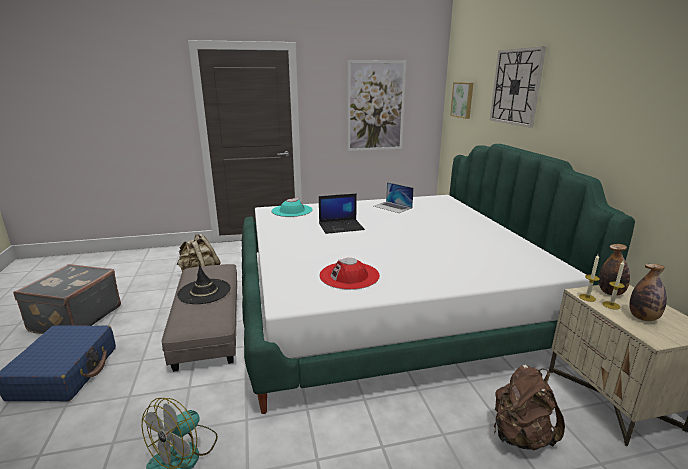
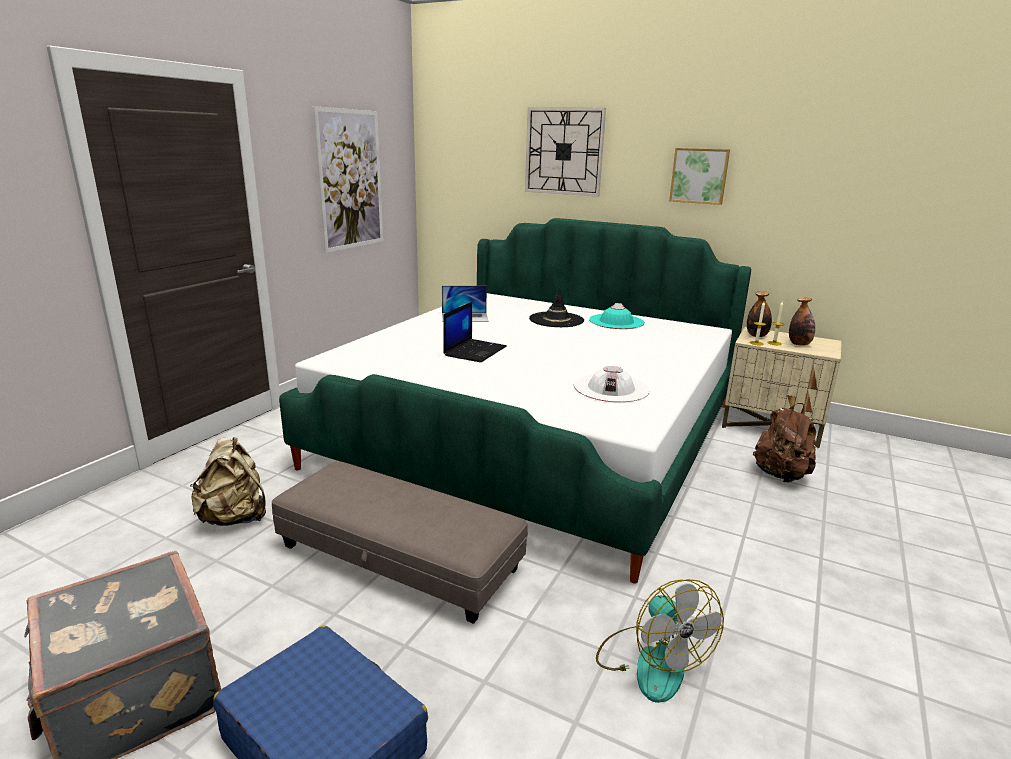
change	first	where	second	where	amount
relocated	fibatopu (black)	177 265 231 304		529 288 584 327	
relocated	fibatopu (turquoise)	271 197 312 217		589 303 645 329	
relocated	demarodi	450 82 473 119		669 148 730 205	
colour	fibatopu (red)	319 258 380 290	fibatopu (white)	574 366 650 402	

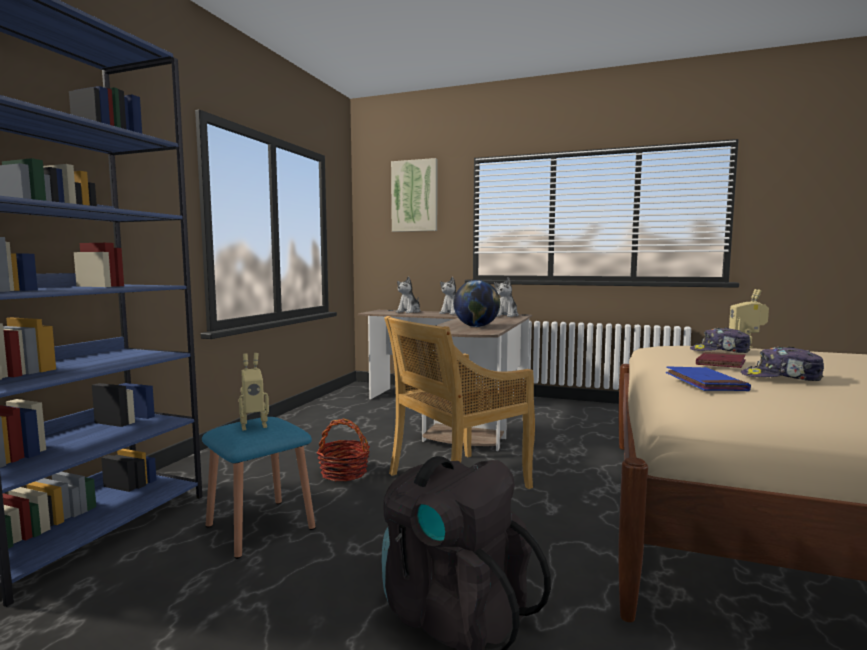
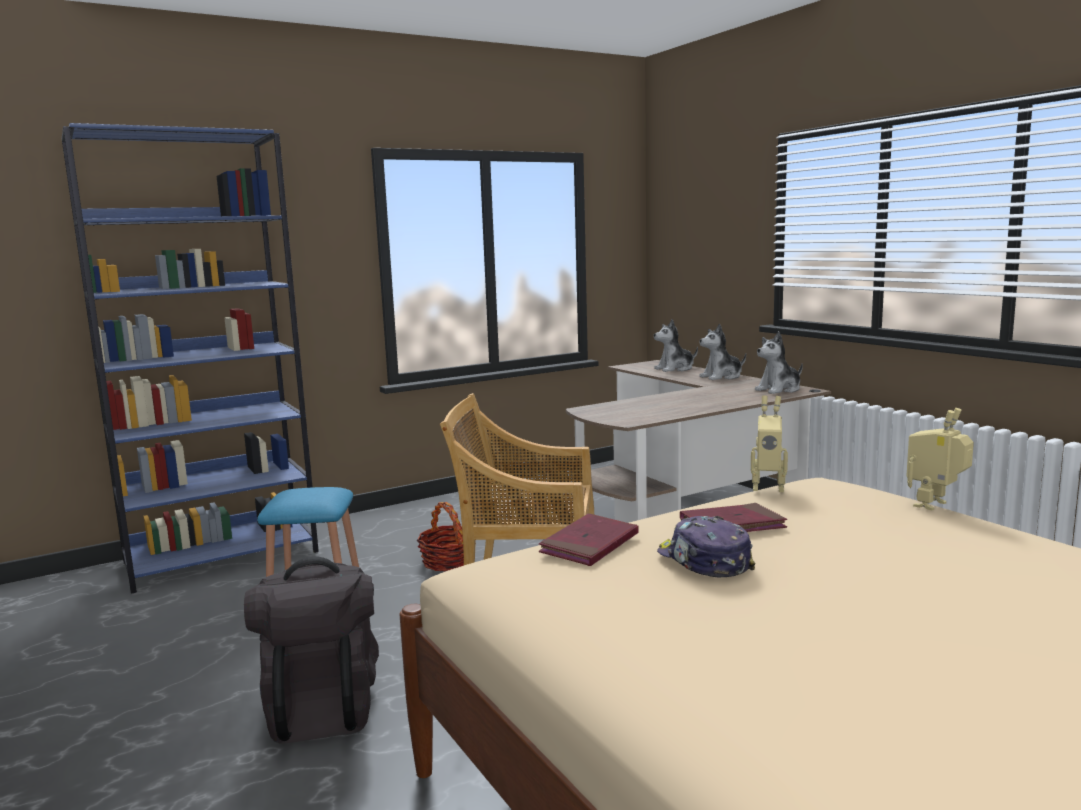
change	first	where	second	where	amount
missing	demarodi	391 158 437 232			
missing	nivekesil	454 280 500 327			
missing	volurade	690 328 751 353			
relocated	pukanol	239 353 269 431		751 396 788 492	
colour	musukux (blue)	666 366 751 391	musukux (red)	539 514 639 566	

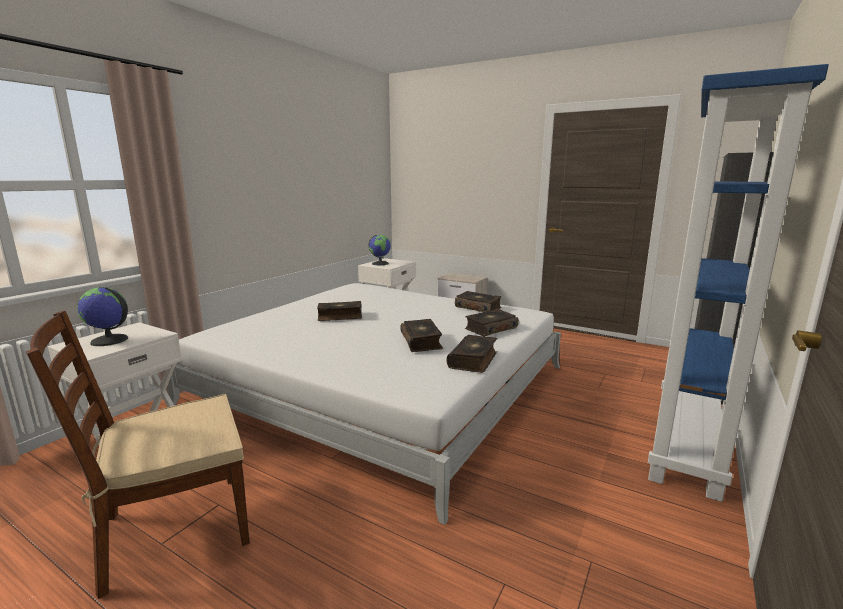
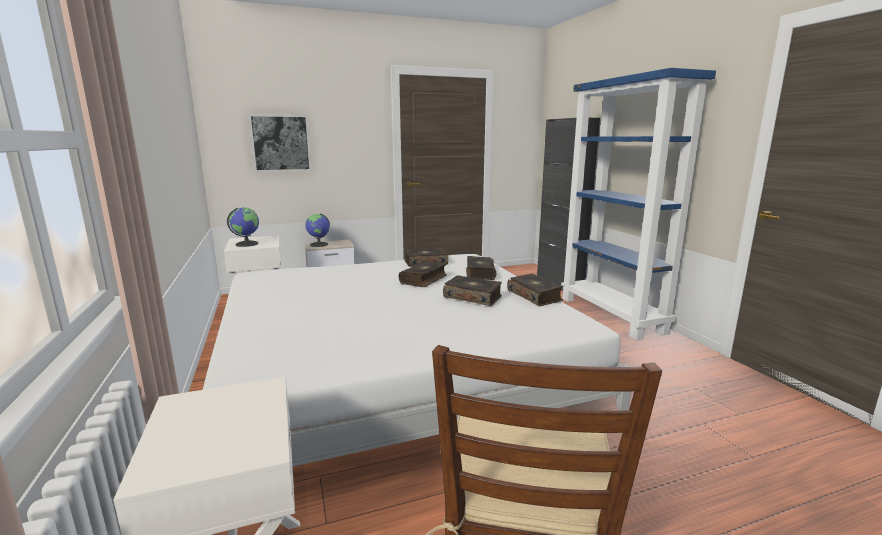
change	first	where	second	where	amount
appeared			demarodi	248 114 312 172	
relocated	nivekesil	77 287 128 346		305 214 330 247	
relocated	musukux	317 301 362 321		399 261 447 287	

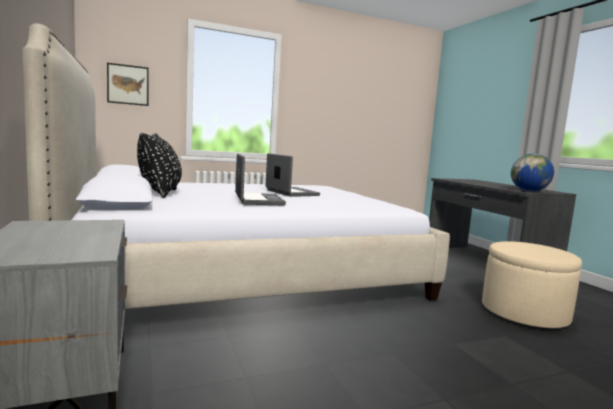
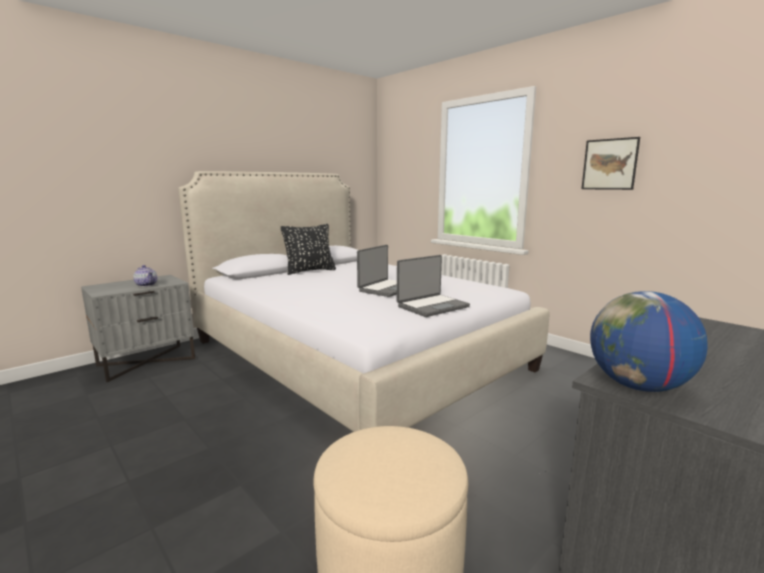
change	first	where	second	where	amount
appeared			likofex	133 265 157 287	
relocated	demarodi	107 63 149 106		582 137 640 190	
relocated	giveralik	235 154 286 205		397 255 470 317	

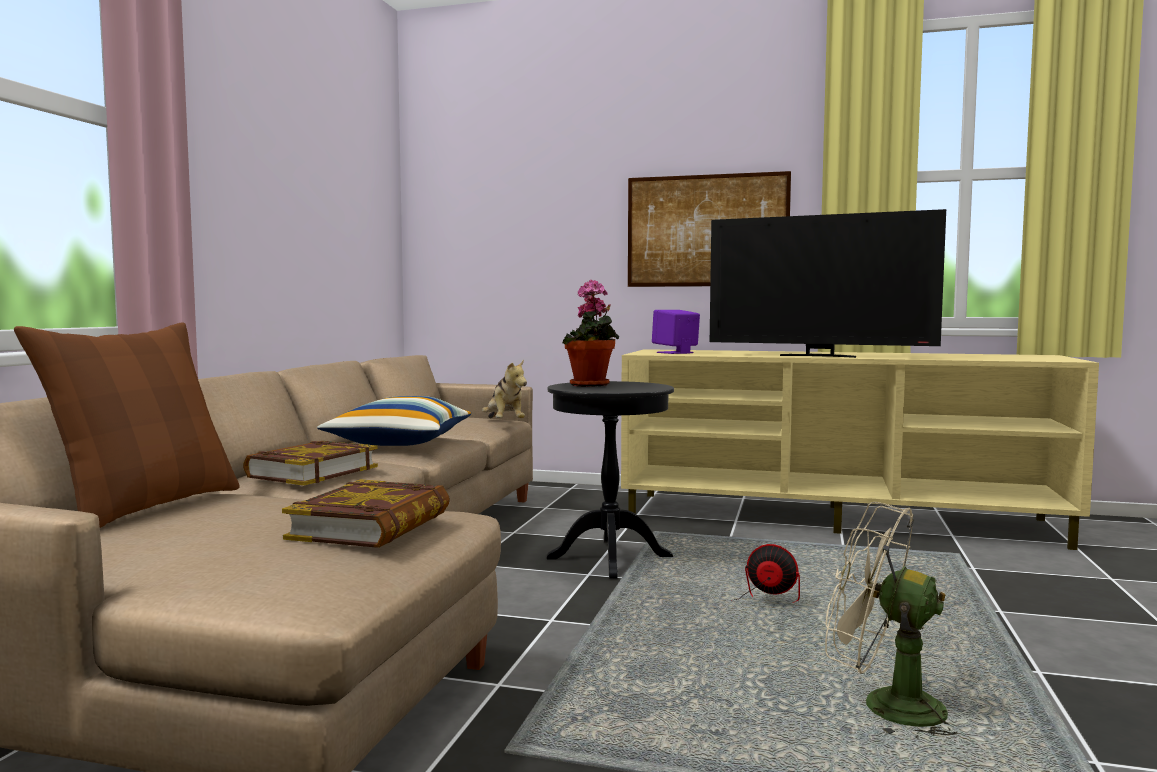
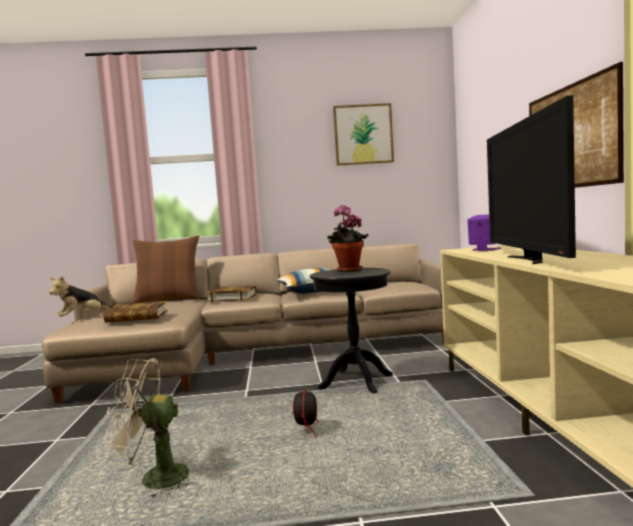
change	first	where	second	where	amount
appeared			demarodi	333 103 394 166	
relocated	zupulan	482 359 527 418		50 276 110 317	
spun	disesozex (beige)	825 502 957 740		105 358 193 499	105 degrees counterclockwise

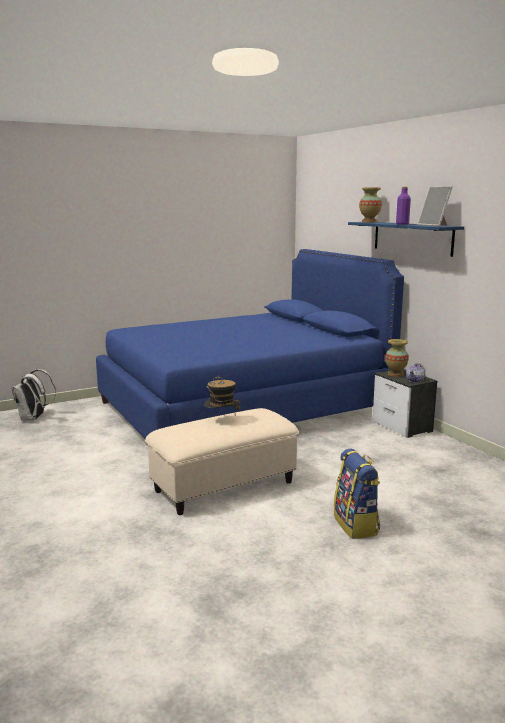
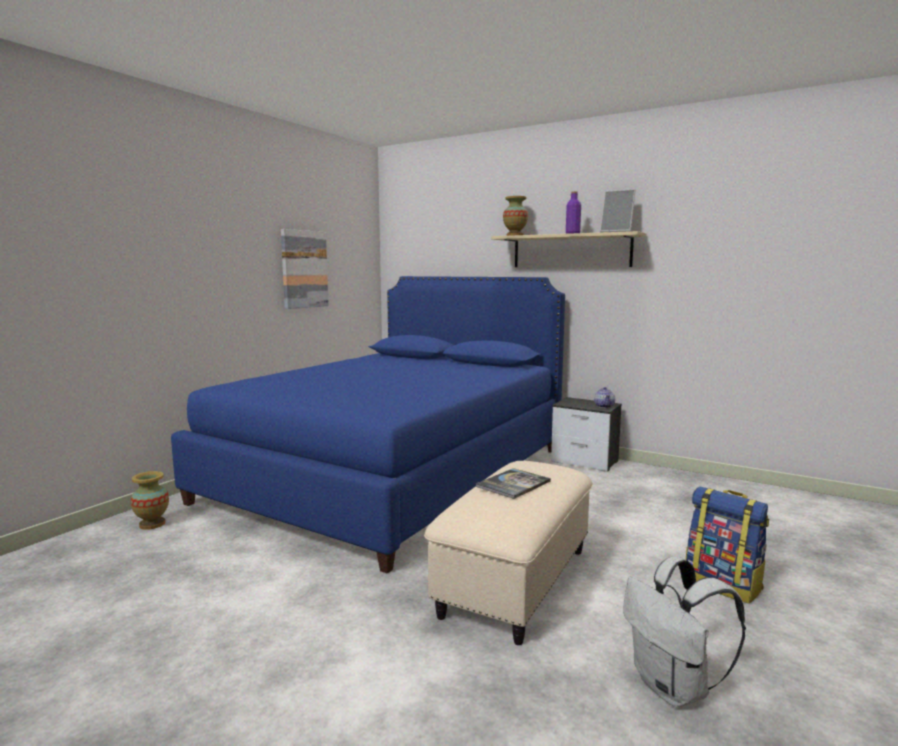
change	first	where	second	where	amount
appeared			demarodi	281 229 329 309	
relocated	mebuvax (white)	11 369 56 421		623 556 746 707	
relocated	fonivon	385 339 409 377		131 471 169 530	
exchanged	fibatopu	204 376 241 416	musukux	476 468 551 499	
colour	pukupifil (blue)	348 222 464 257	pukupifil (beige)	491 231 647 267	

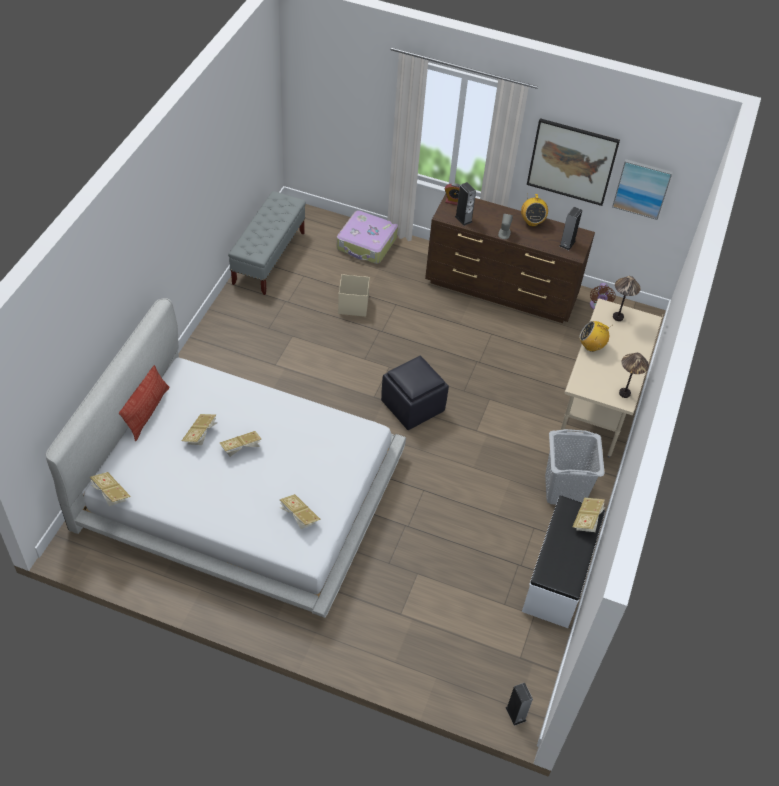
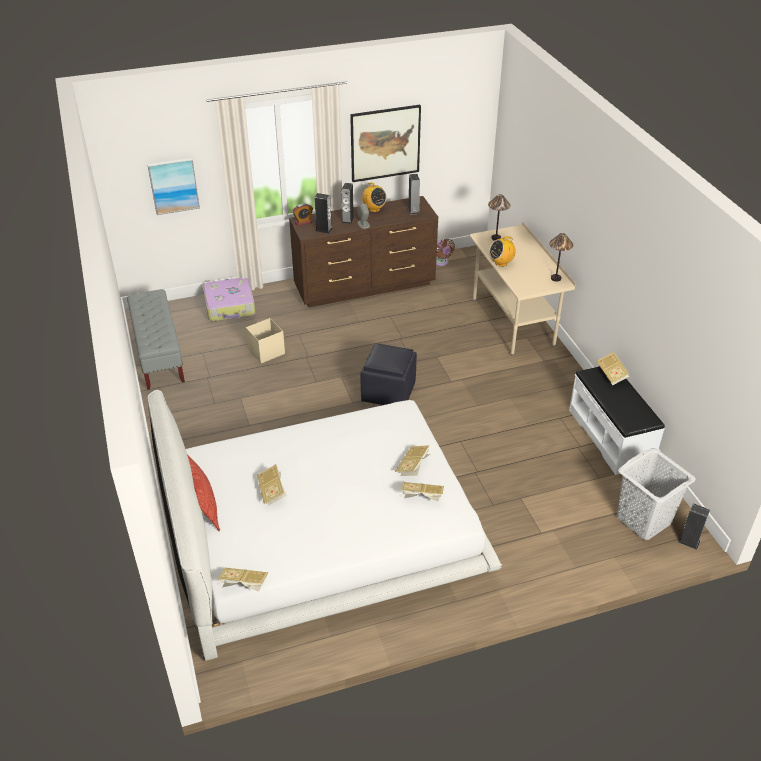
change	first	where	second	where	amount
appeared			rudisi	341 183 354 224	
relocated	musukux	220 431 261 457		395 445 430 476	
relocated	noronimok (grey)	545 429 605 505		617 448 696 540	
relocated	demarodi	612 159 673 220		147 158 200 215	

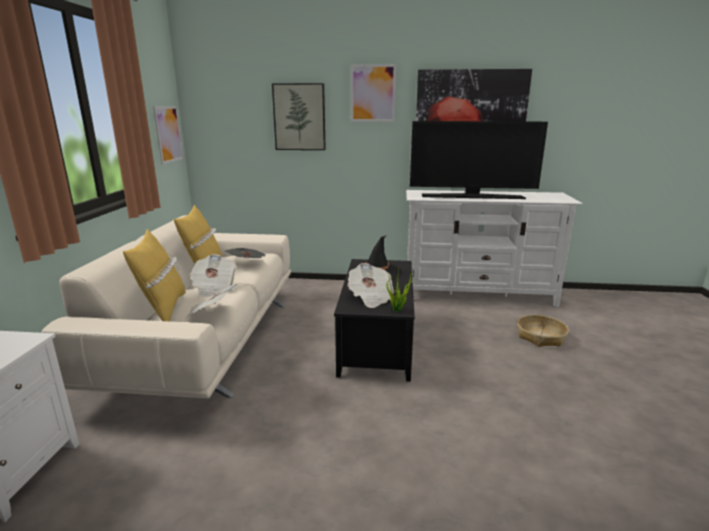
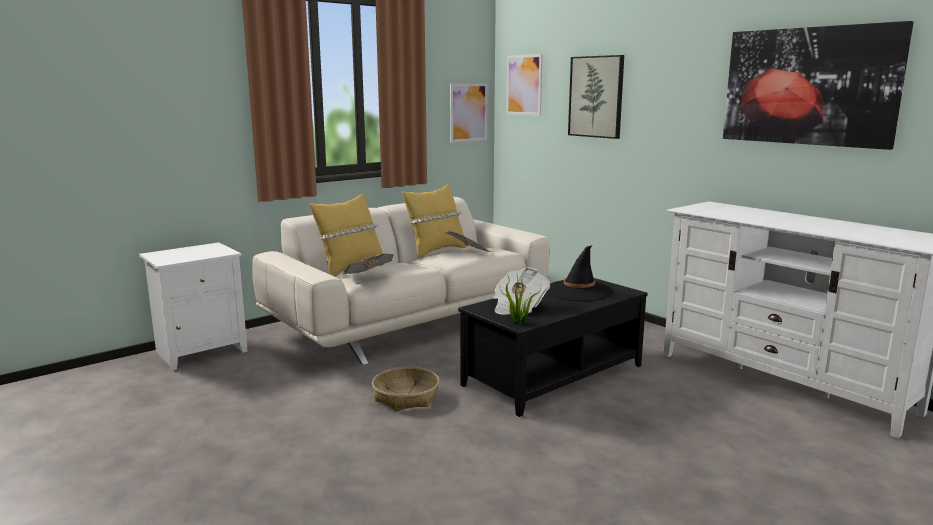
change	first	where	second	where	amount
missing	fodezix	189 254 237 297			
missing	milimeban	410 121 548 199			
relocated	demarodi	351 64 396 122		506 54 543 116	
relocated	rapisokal	517 315 569 347		372 367 439 411	

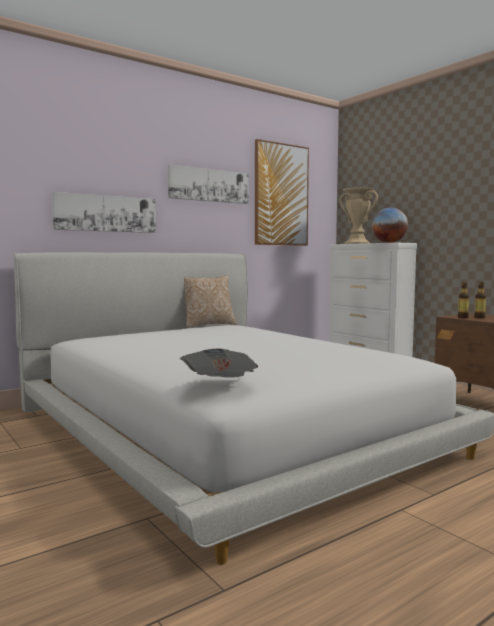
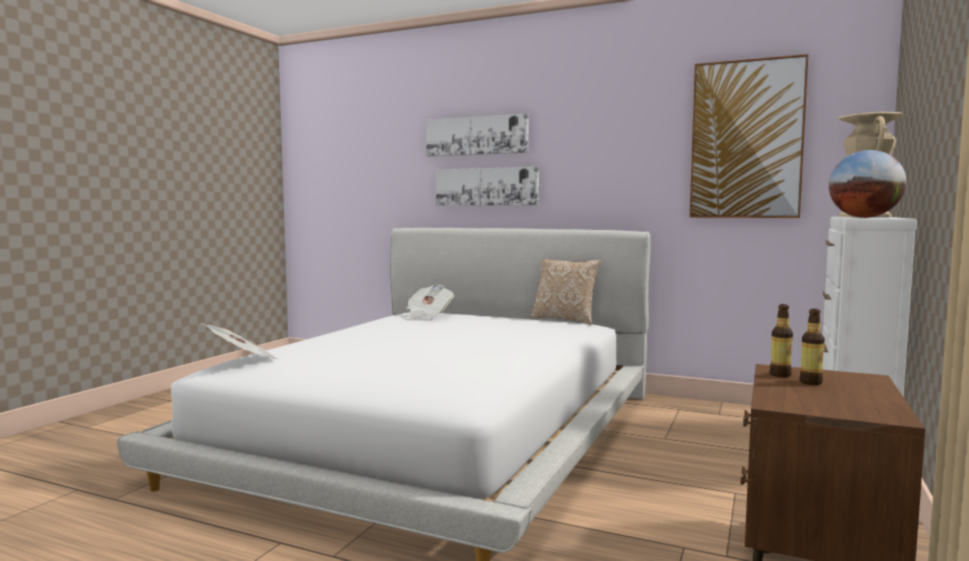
change	first	where	second	where	amount
appeared			fodezix	406 285 454 320	
relocated	demarodi	168 164 249 204		426 113 529 156	

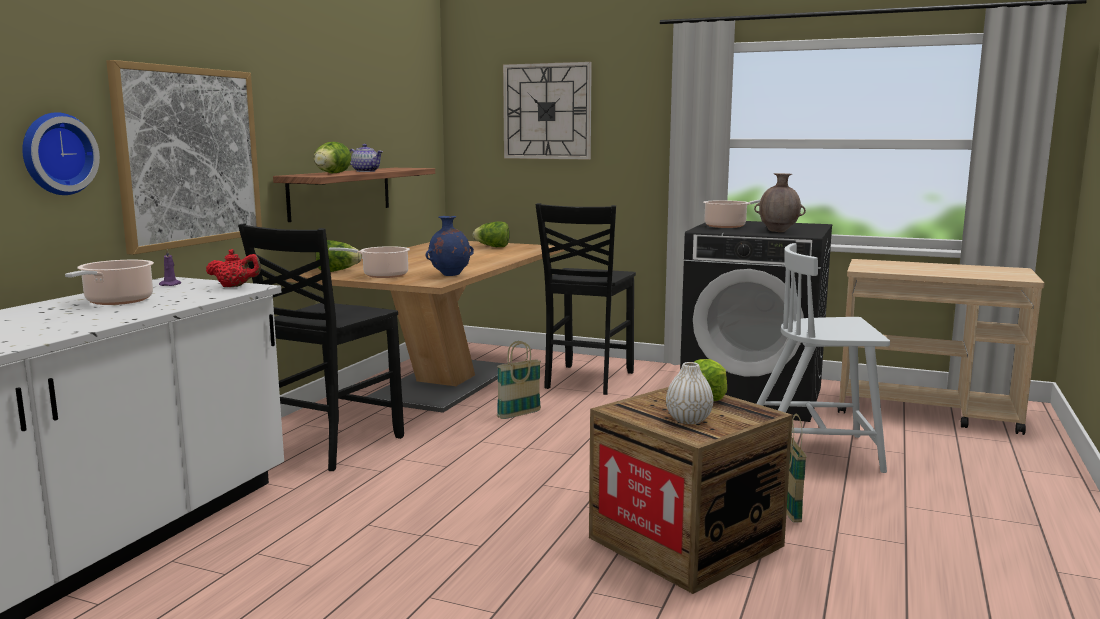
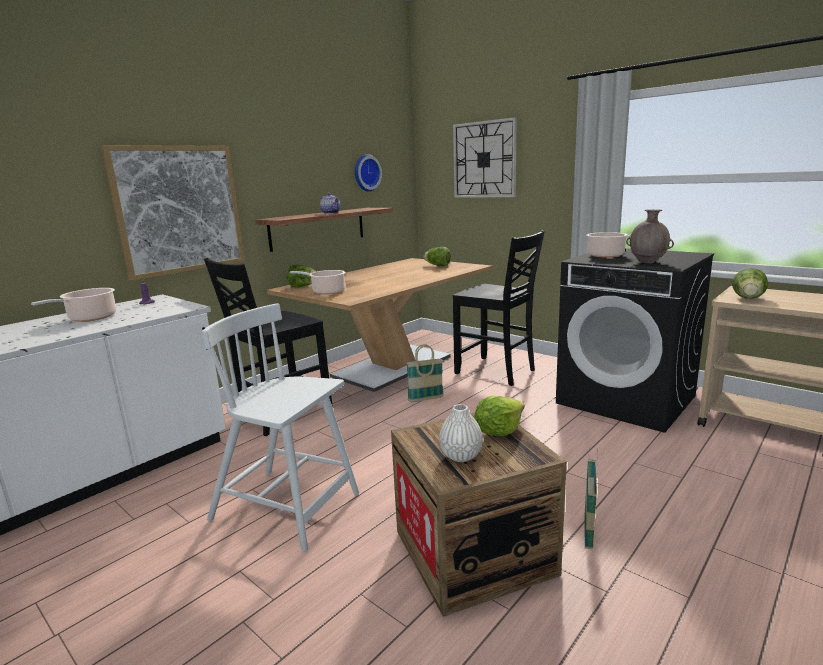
change	first	where	second	where	amount
missing	likofex (red)	206 249 261 287			
missing	fonivon (blue)	426 216 474 276			
relocated	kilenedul	22 112 100 195		355 154 382 192	
relocated	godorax	314 142 351 173		732 268 768 299	
relocated	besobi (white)	757 243 890 473		202 303 359 552	
spun	besobi (black)	536 203 636 395		453 230 545 386	90 degrees counterclockwise

